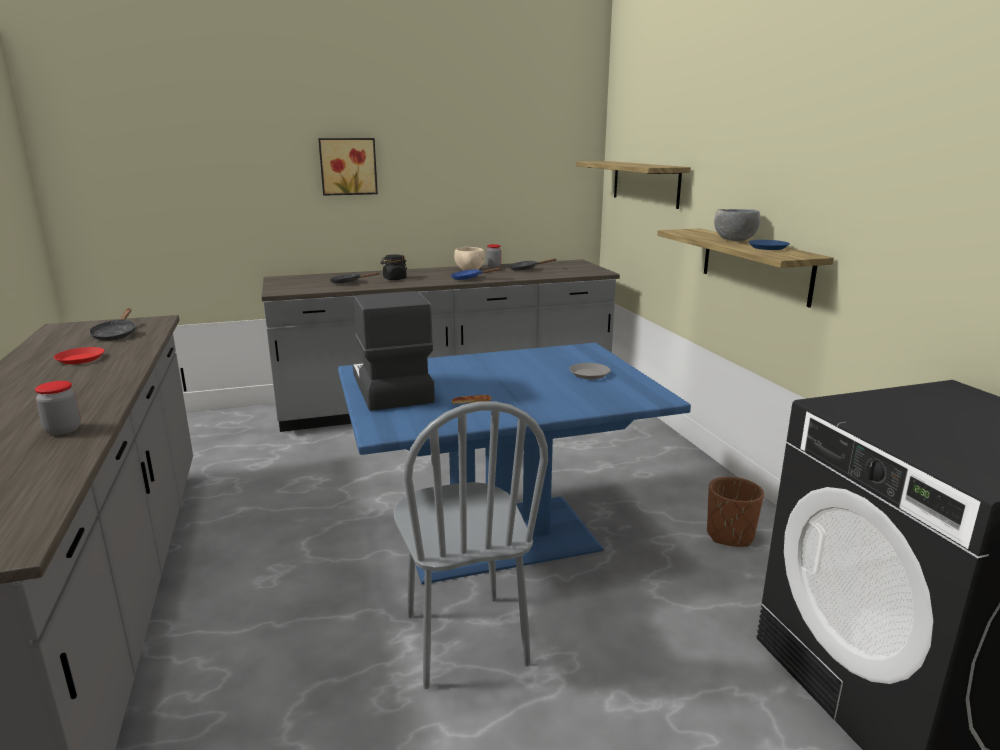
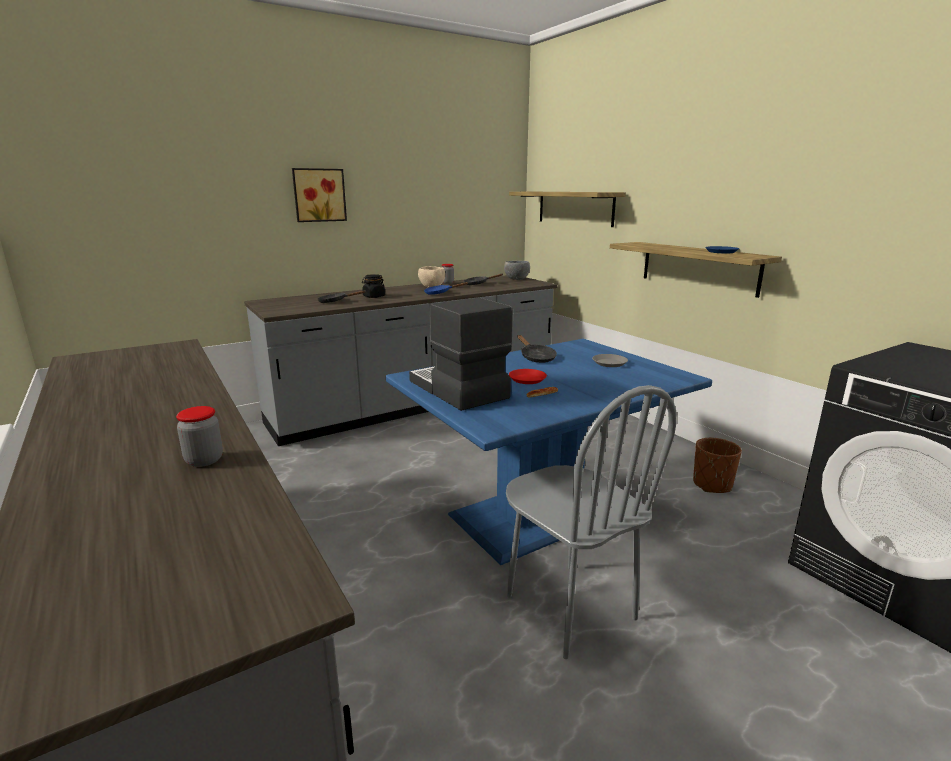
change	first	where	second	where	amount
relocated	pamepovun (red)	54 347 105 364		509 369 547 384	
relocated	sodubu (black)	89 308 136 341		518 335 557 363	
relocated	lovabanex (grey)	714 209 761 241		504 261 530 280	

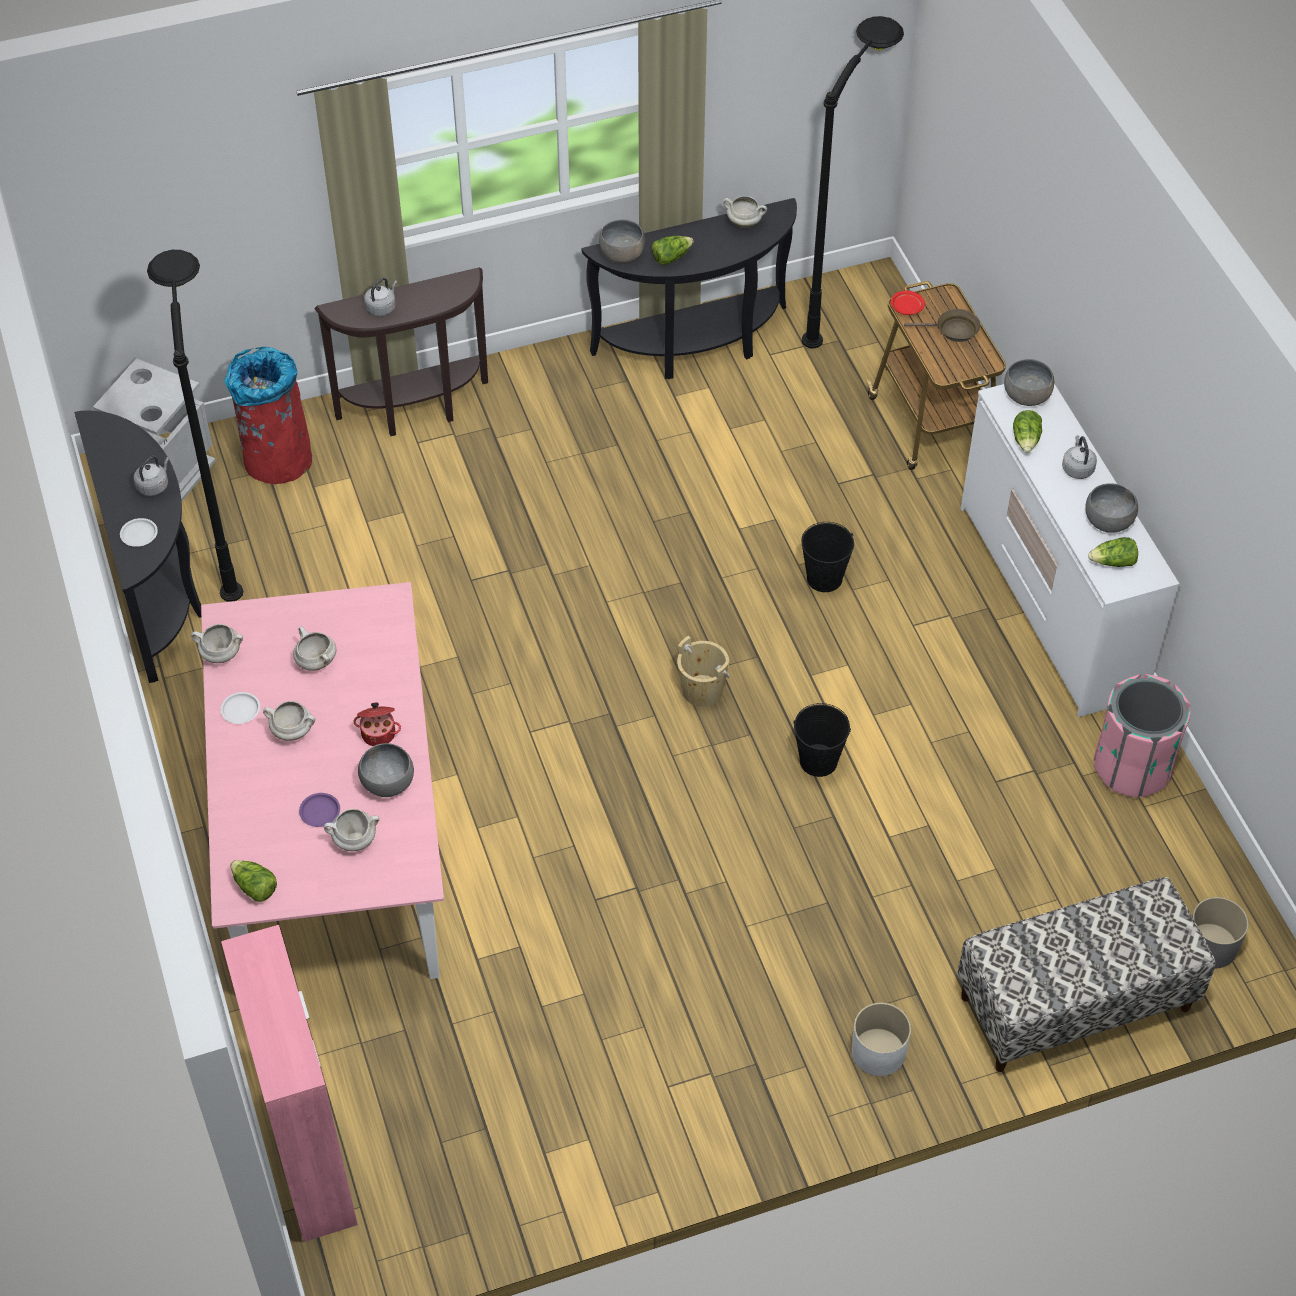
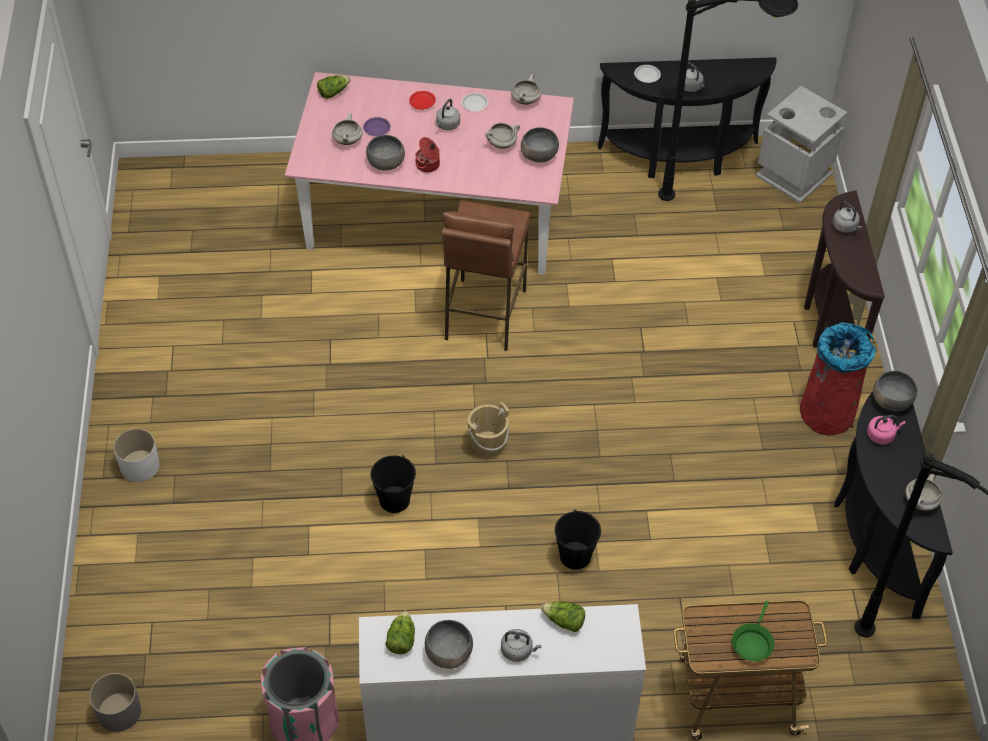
change	first	where	second	where	amount
missing	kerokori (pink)	221 925 358 1242			
missing	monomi	957 877 1216 1072			
appeared			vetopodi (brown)	442 201 530 351	
relocated	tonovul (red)	224 347 312 484		800 322 876 436	
relocated	pamepovun (red)	891 291 925 315		409 91 436 110	
relocated	lovabanex (grey)	1004 359 1054 406		521 127 559 163	
exchanged	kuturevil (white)	263 701 315 741	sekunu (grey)	436 99 460 130	
exchanged	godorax	652 236 694 265	sekunu (pink)	867 415 906 445	
colour	sodubu (brown)	904 309 981 342	sodubu (green)	732 601 775 661	

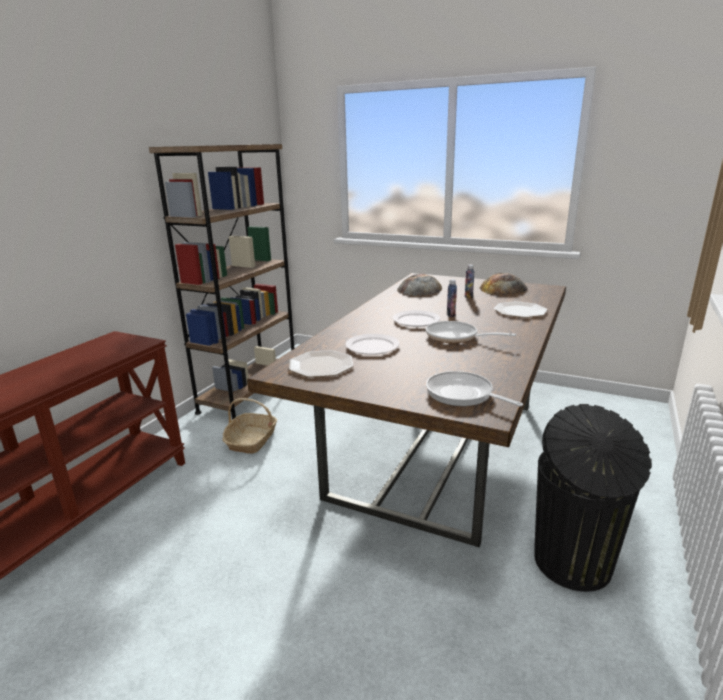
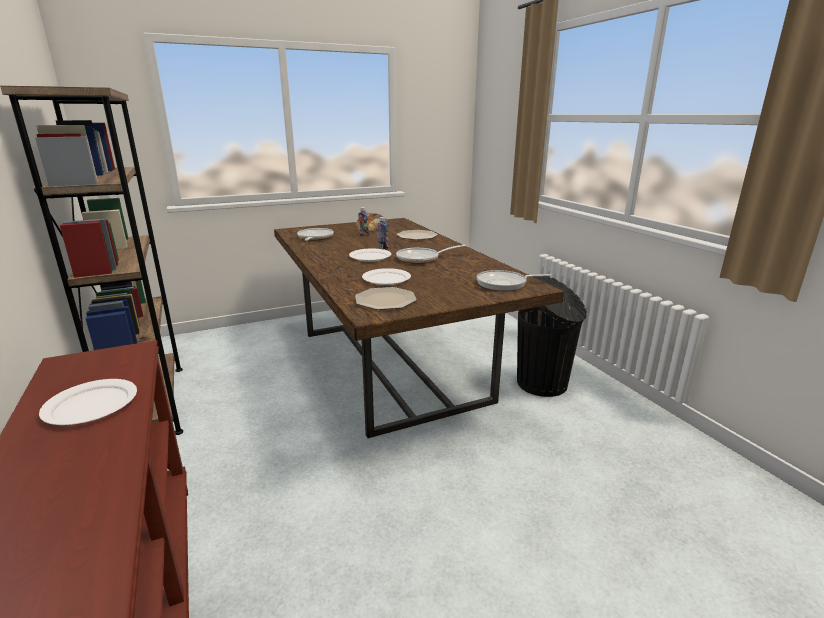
change	first	where	second	where	amount
missing	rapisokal	222 398 277 454			
appeared			pamepovun (white)	39 379 137 425	
exchanged	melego	397 273 442 296	sodubu	297 228 334 241	

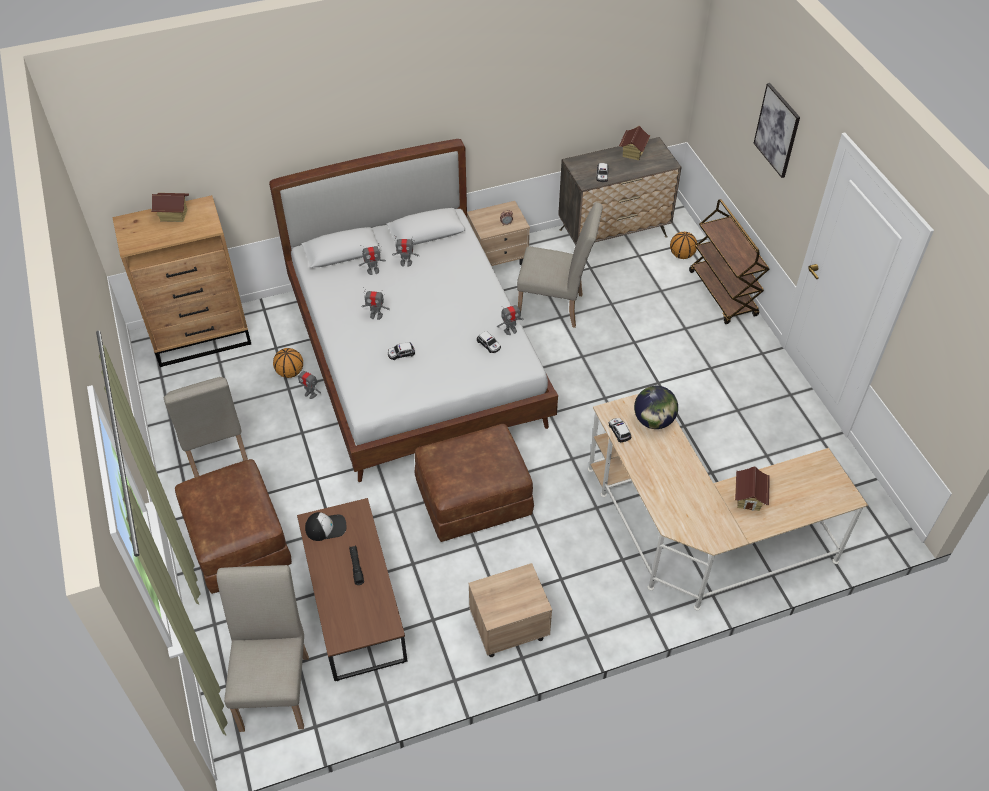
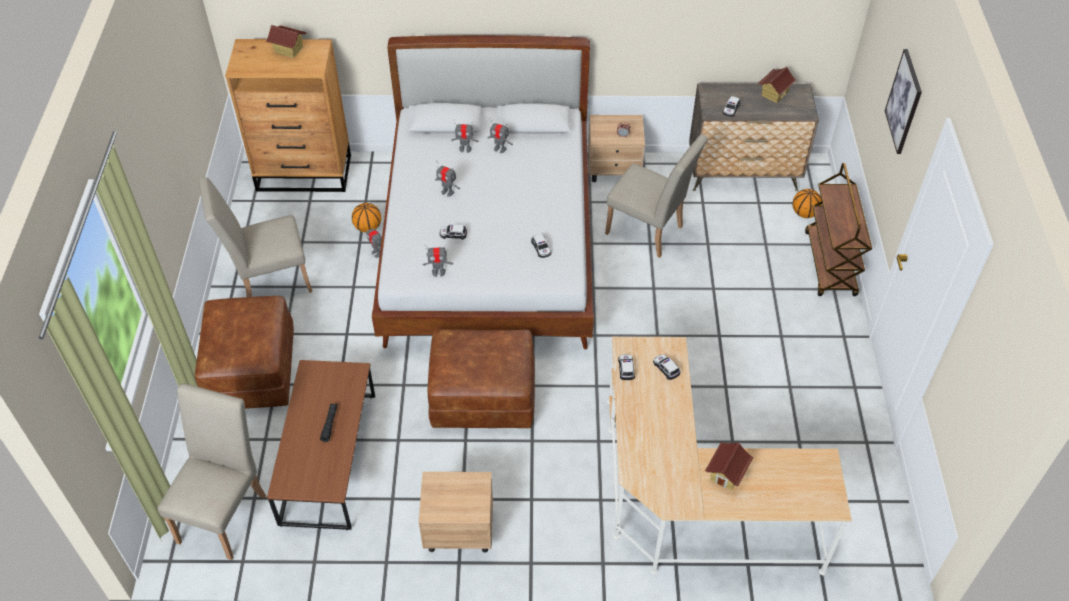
change	first	where	second	where	amount
missing	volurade	305 512 346 541			
relocated	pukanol	497 304 524 335		423 245 453 277	
exchanged	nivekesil	634 386 678 429	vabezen	653 354 680 380	
spun	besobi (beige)	164 377 248 477		199 177 312 297	75 degrees clockwise

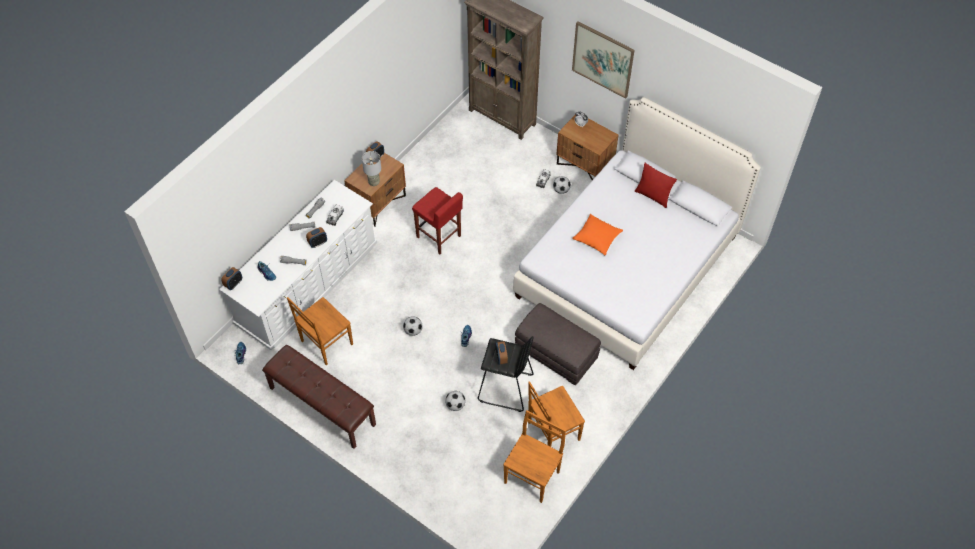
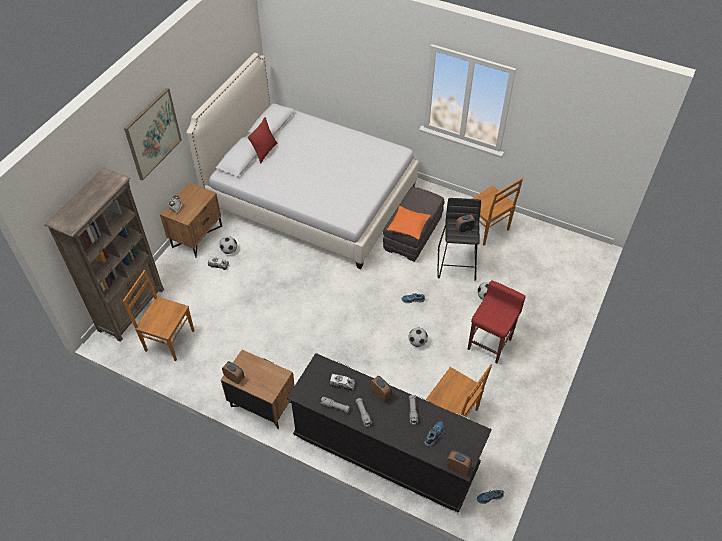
change	first	where	second	where	amount
missing	monomi (brown)	262 345 376 449			
missing	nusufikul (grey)	362 151 381 186			
relocated	vetopodi (red)	412 187 463 254		468 281 526 364	
relocated	besobi (brown)	503 410 566 503		123 270 195 361	
relocated	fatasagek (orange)	572 214 623 255		387 206 431 240	
colour	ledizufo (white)	219 180 377 350	ledizufo (black)	287 353 492 513	

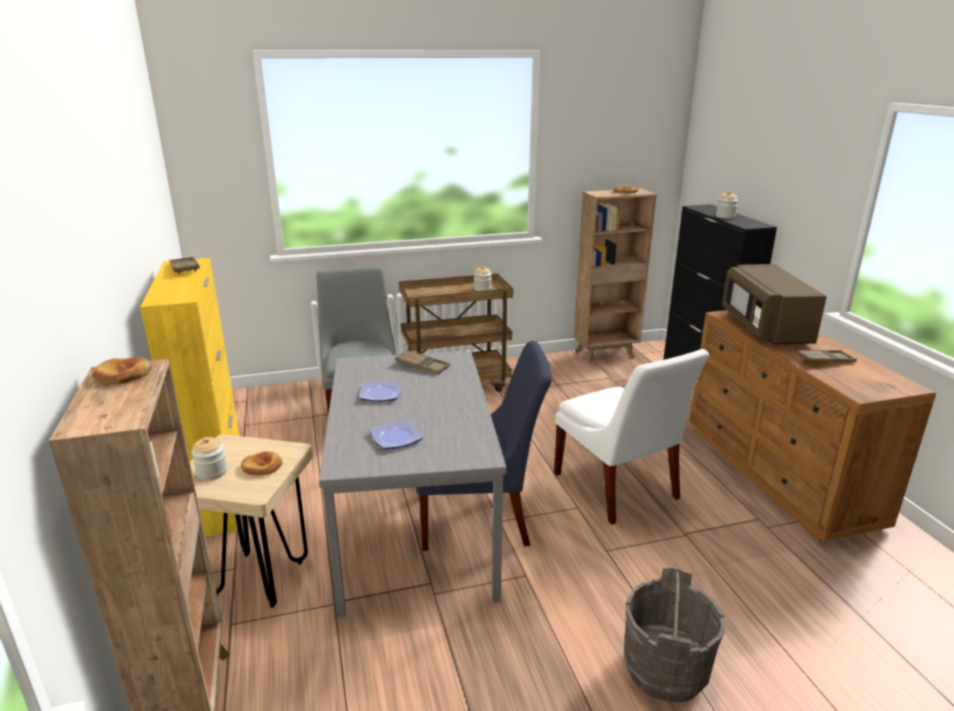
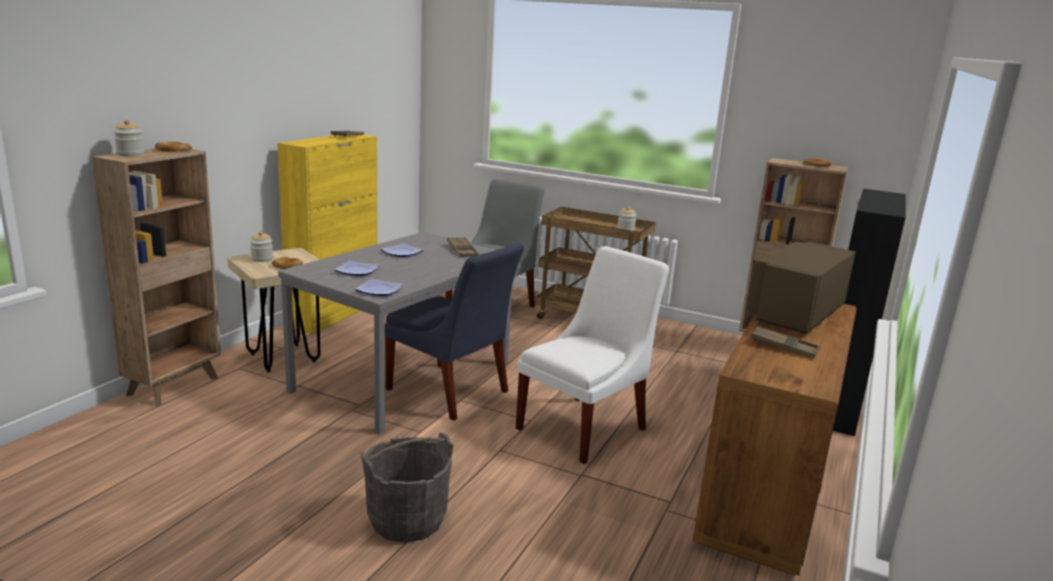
change	first	where	second	where	amount
appeared			pamepovun	355 279 403 296	
relocated	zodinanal	716 191 738 219		113 120 144 157	
spun	besobi (white)	554 349 709 525		516 246 669 464	150 degrees counterclockwise

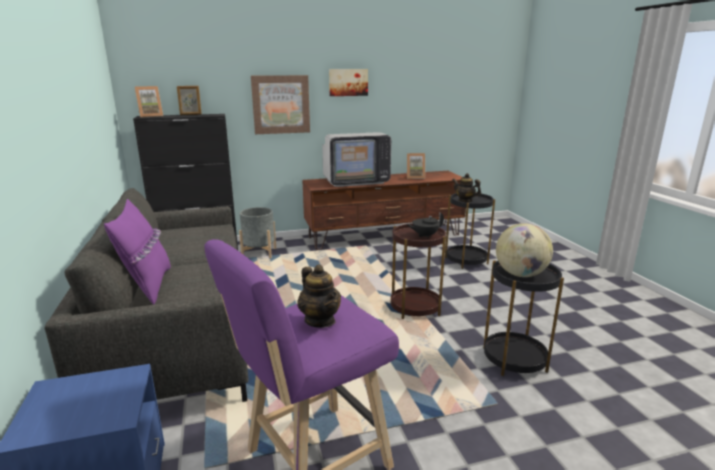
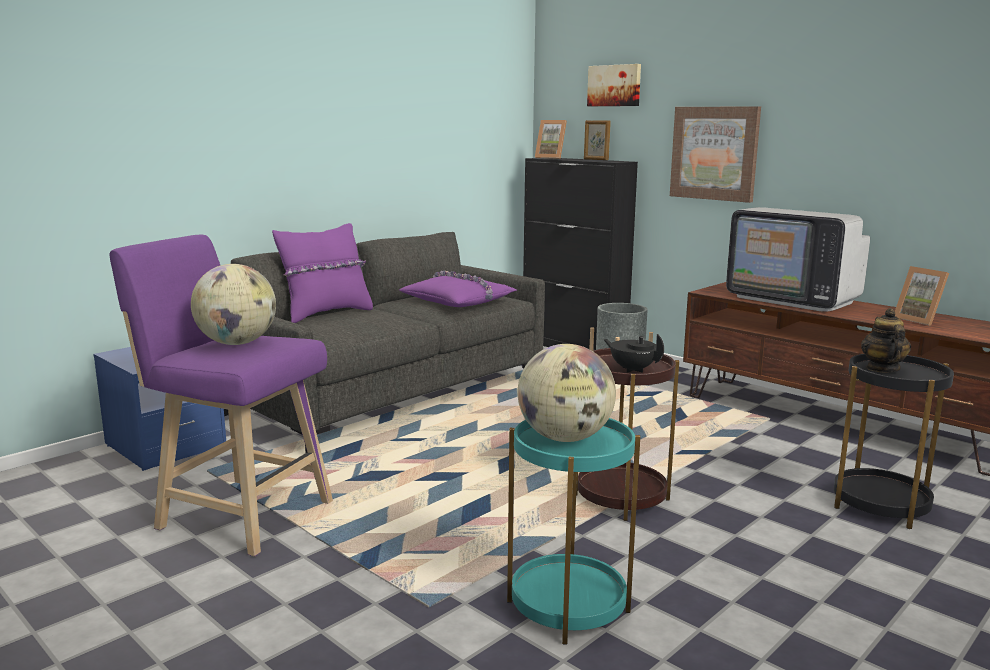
change	first	where	second	where	amount
appeared			fatasagek (purple)	399 271 517 307	
relocated	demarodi	329 69 368 96		587 64 641 106	
exchanged	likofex	297 265 341 328	nivekesil	191 264 276 345	
colour	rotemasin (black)	483 260 564 376	rotemasin (turquoise)	507 418 640 645	

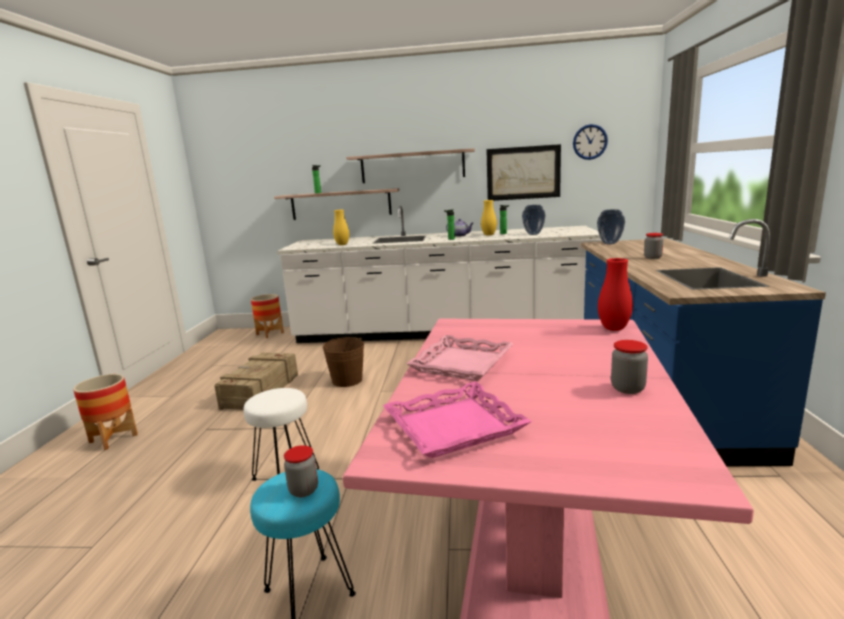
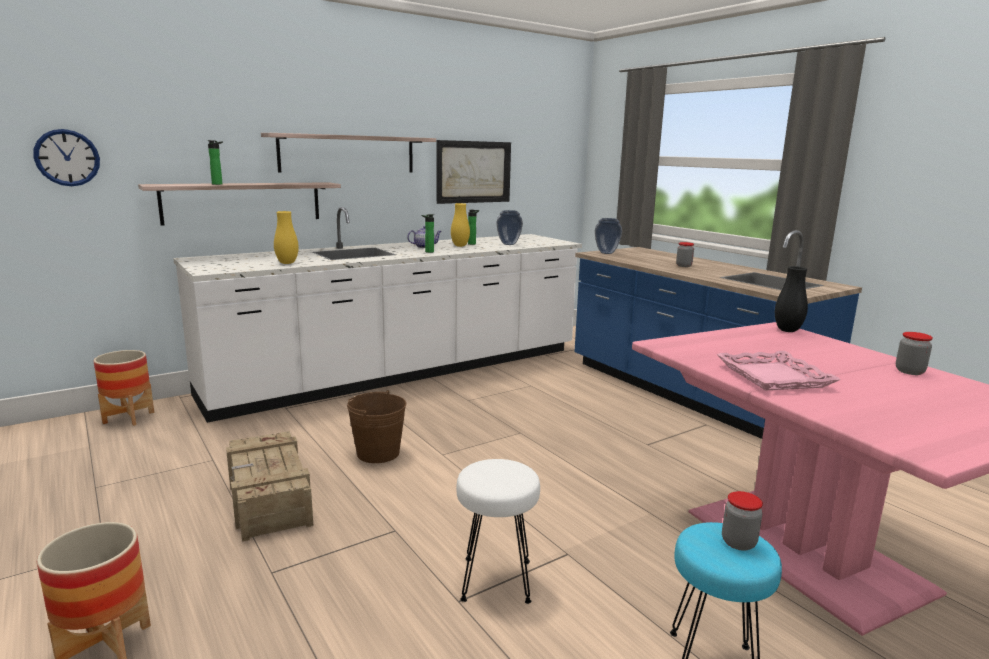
change	first	where	second	where	amount
missing	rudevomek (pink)	383 381 532 458			
relocated	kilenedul	573 124 608 160		33 129 100 186	
colour	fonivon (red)	598 258 633 331	fonivon (black)	775 266 808 332	

